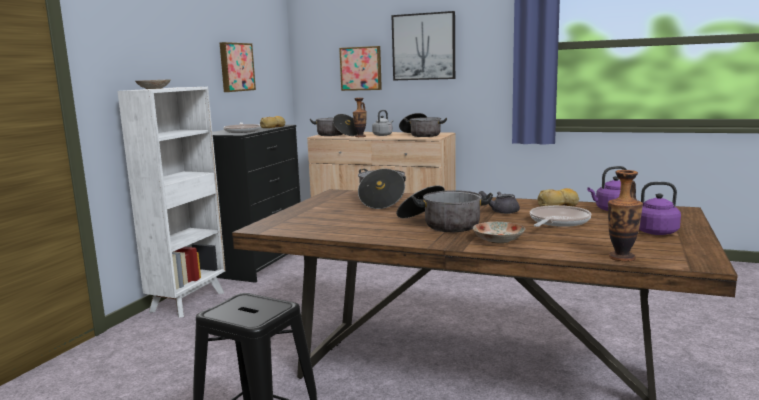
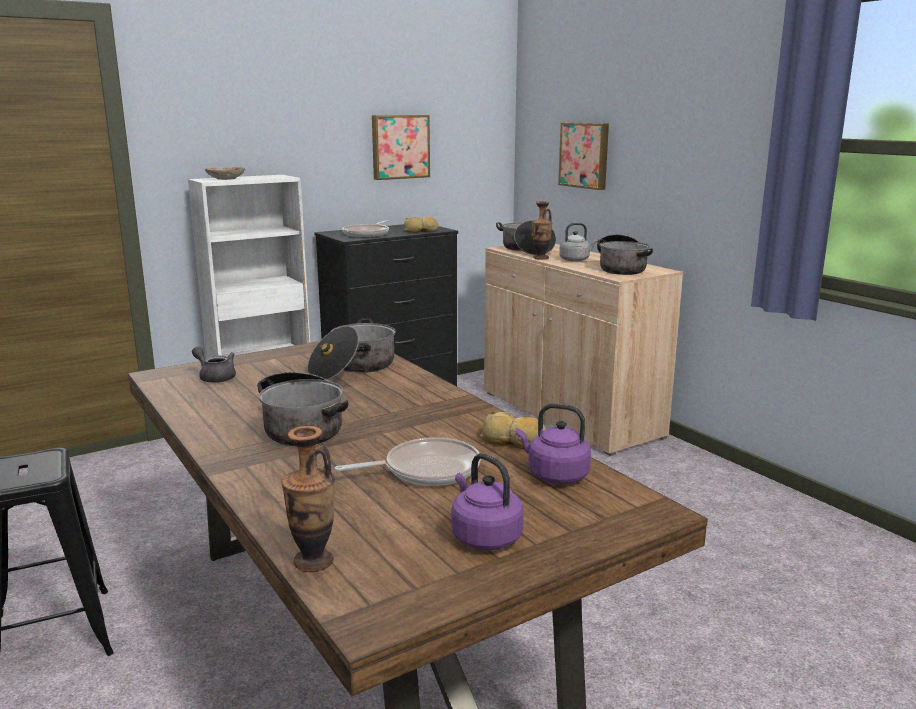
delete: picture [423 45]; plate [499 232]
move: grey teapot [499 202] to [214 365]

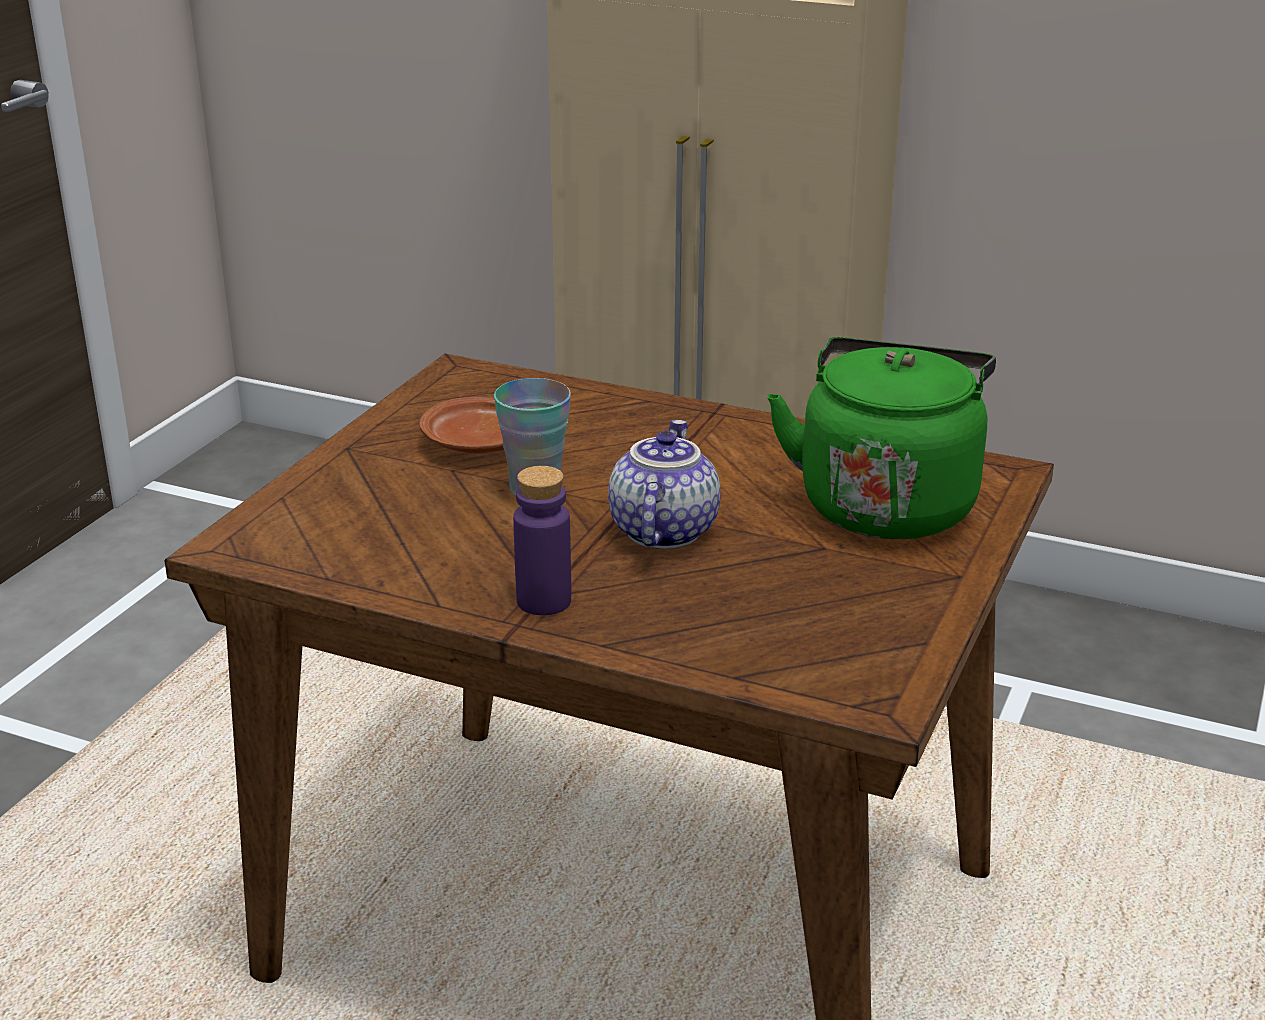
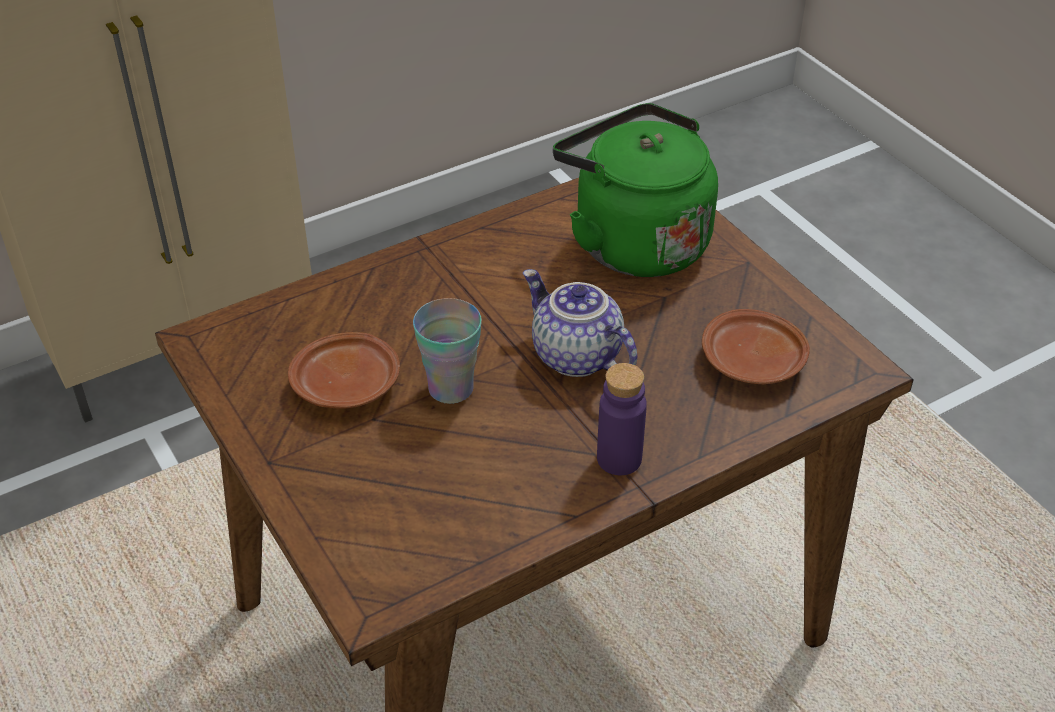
insert: brown plate [756 346]

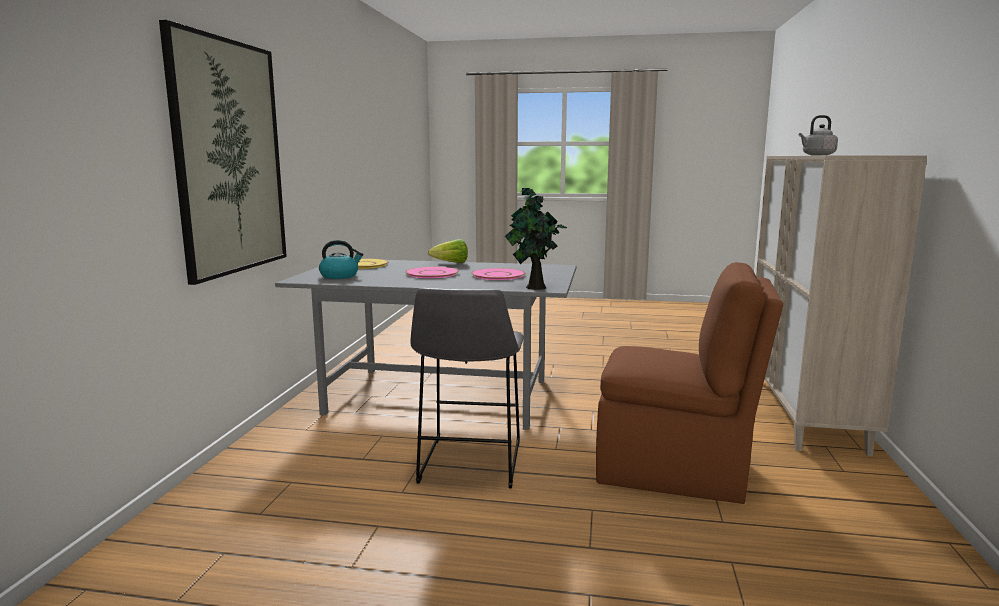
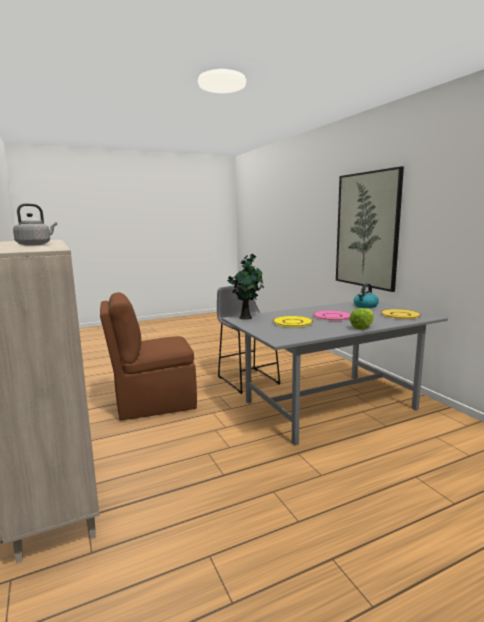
recolor: pink plate [498 274] to yellow plate [293 321]

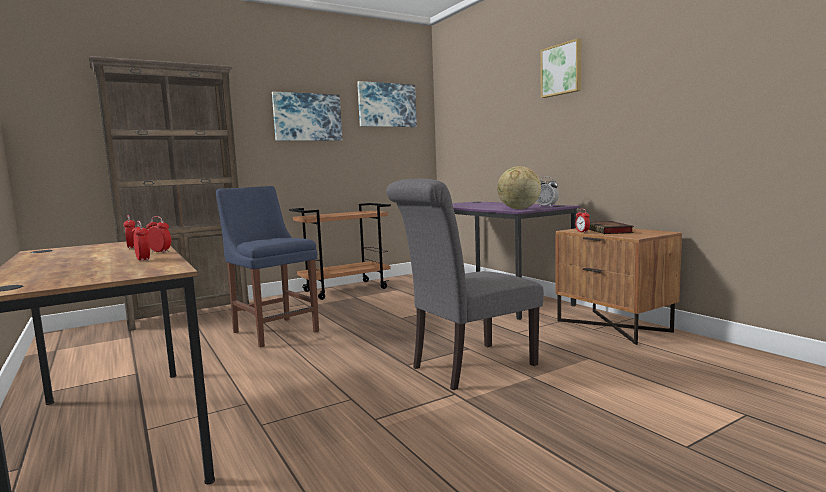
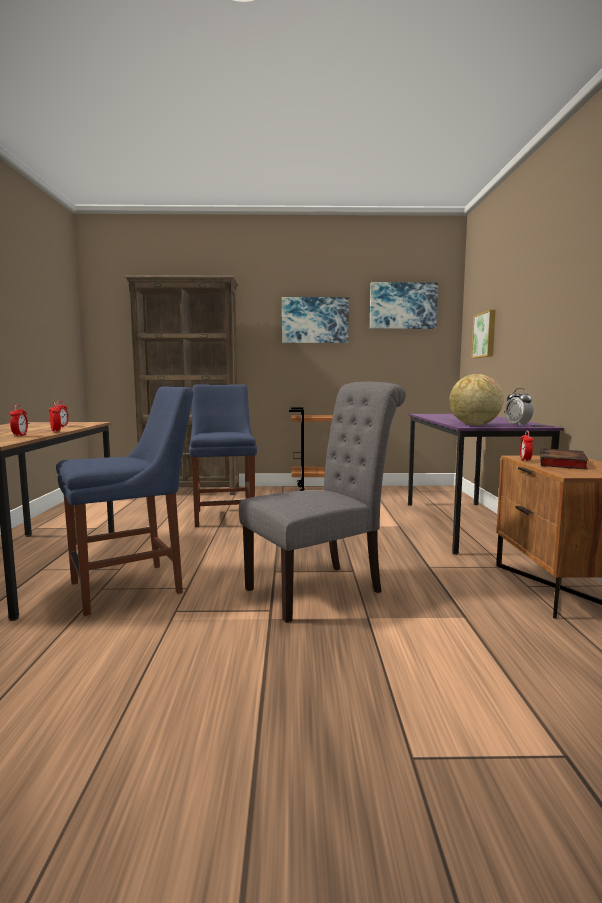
insert: blue chair [124 501]
move: picture [561 68] to [483 334]
rotate: grey chair [465 284] = [322 502] 150 degrees clockwise

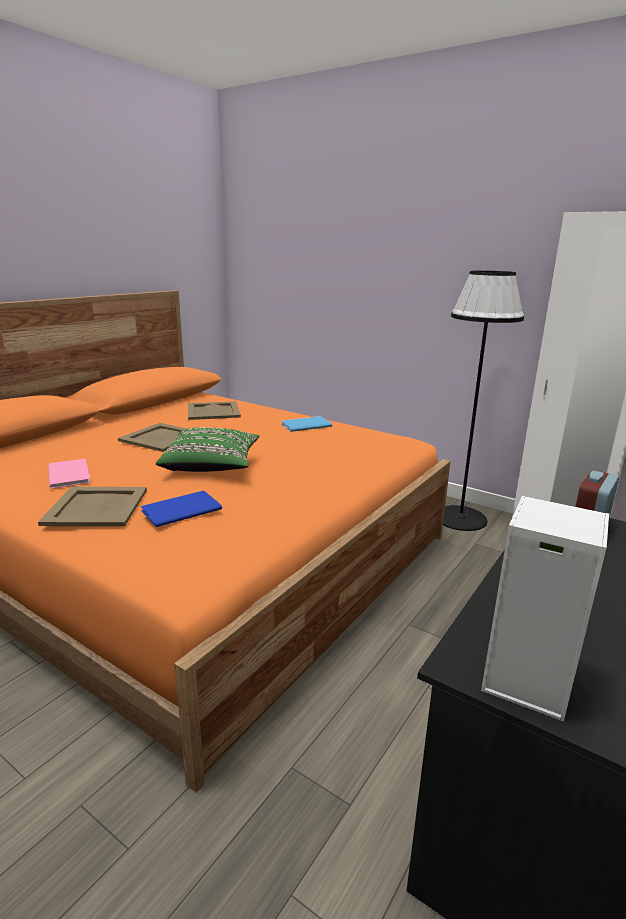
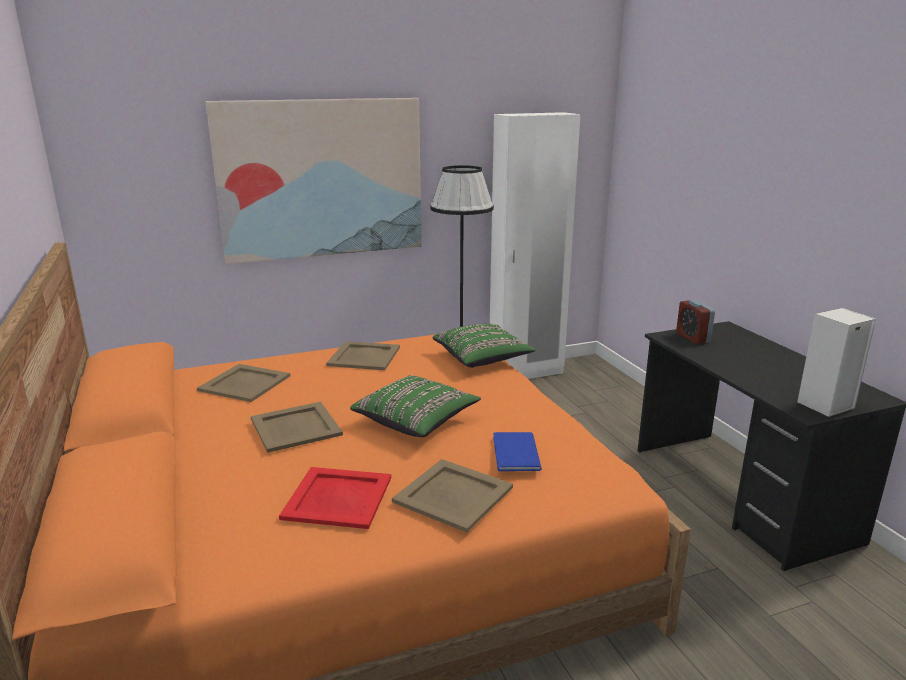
insert: picture [313 181]; green pillow [484 346]
replace: blue book [306 424] to beige tray [363 355]; pink book [69 474] to red tray [335 498]

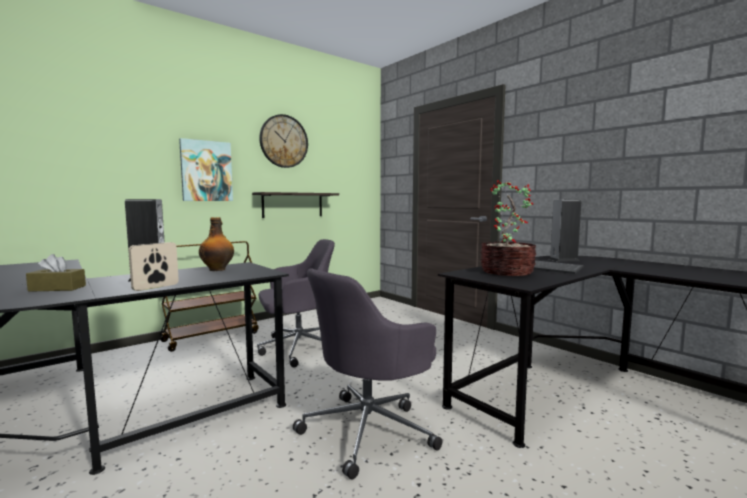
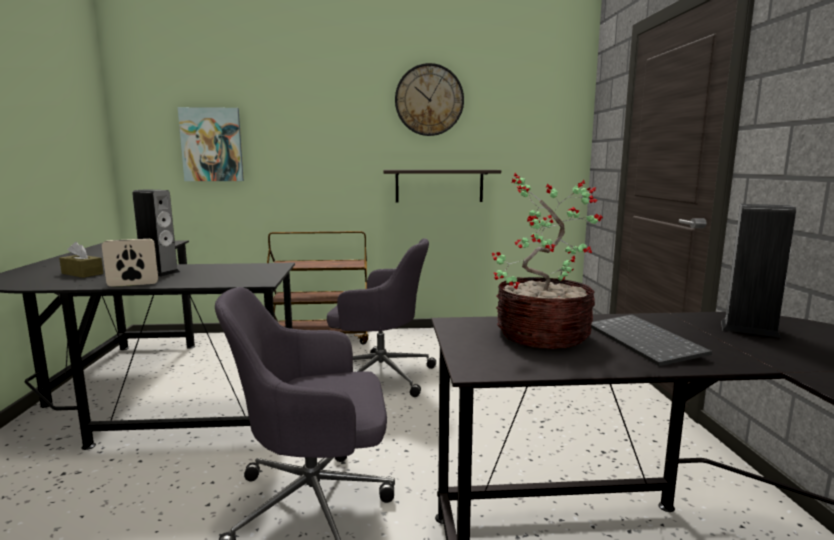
delete: bottle [216 244]
move: picture [206 169] to [211 144]

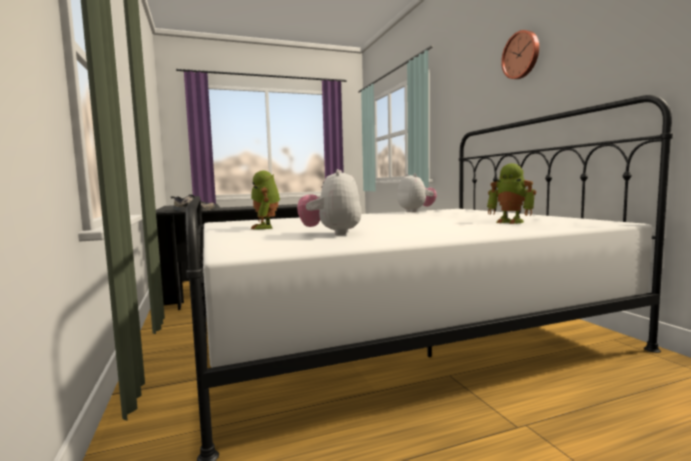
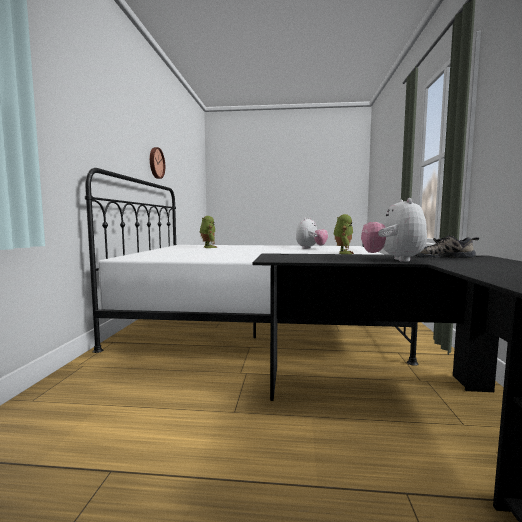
move: wall clock [520 54] to [157 163]; plush toy [417 192] to [394 230]

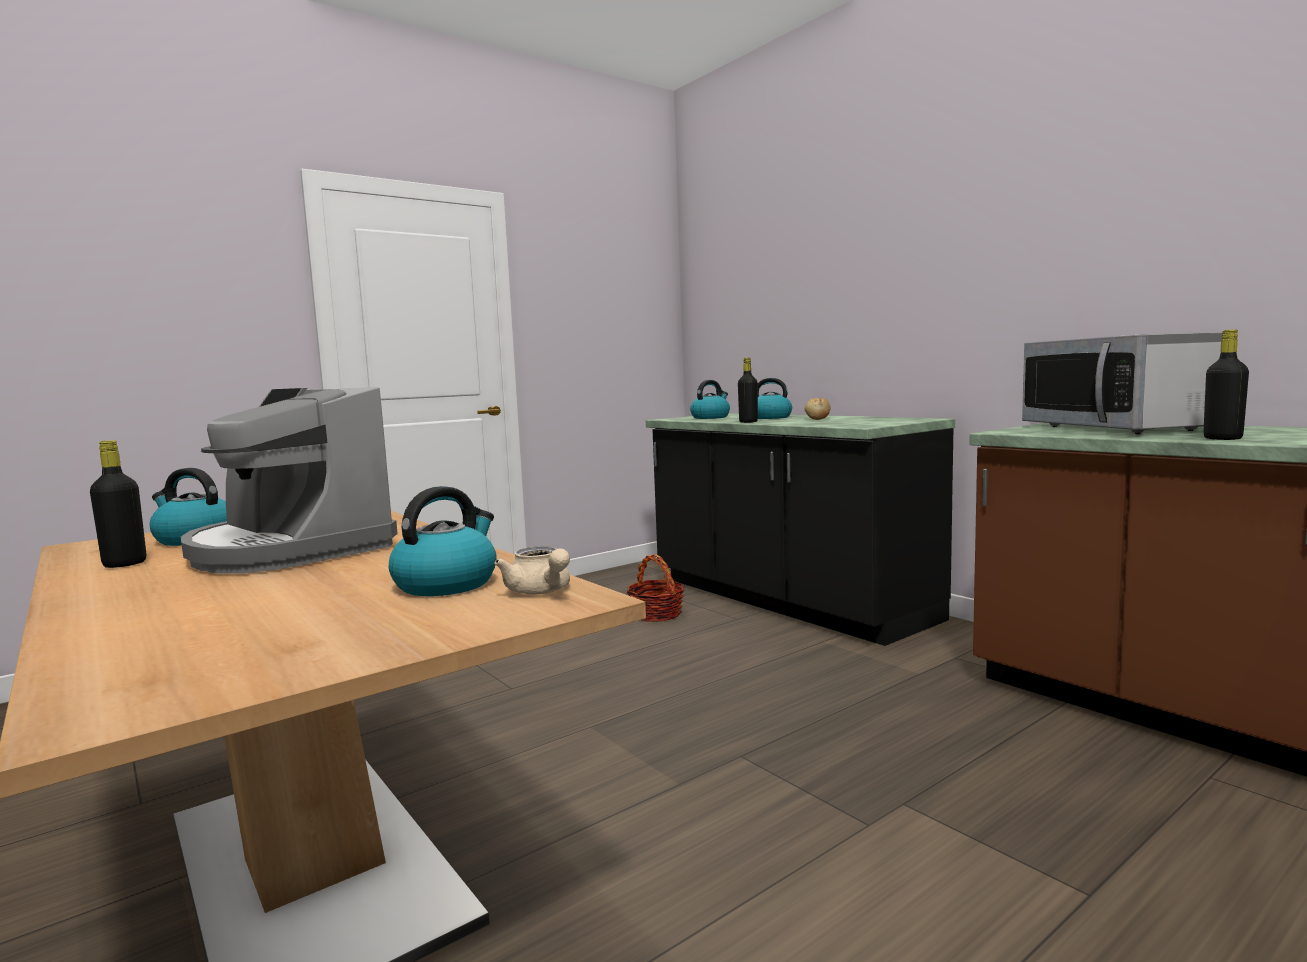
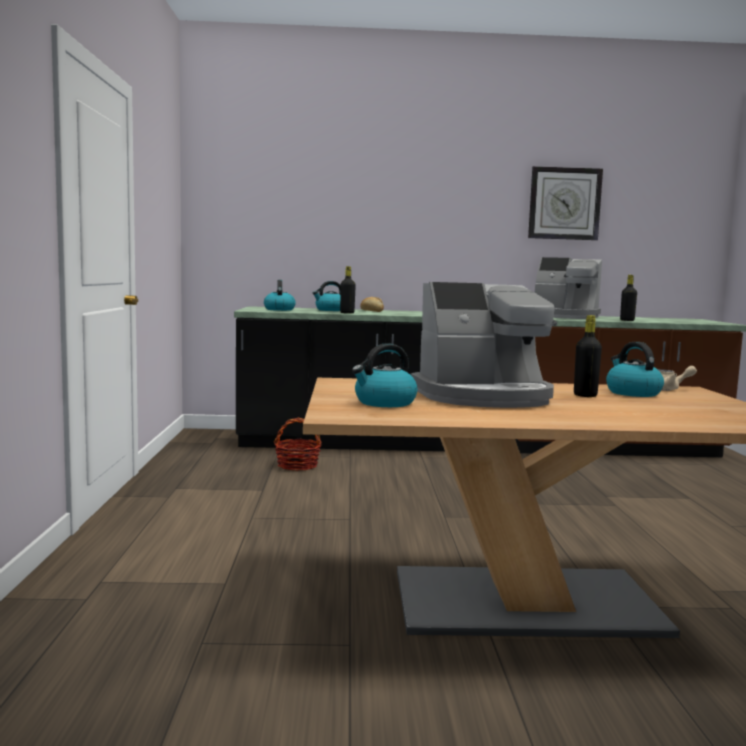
insert: wall clock [565 203]
move: black bottle [118 504] to [588 356]
replace: microwave [1122 383] to coffee machine [568 288]

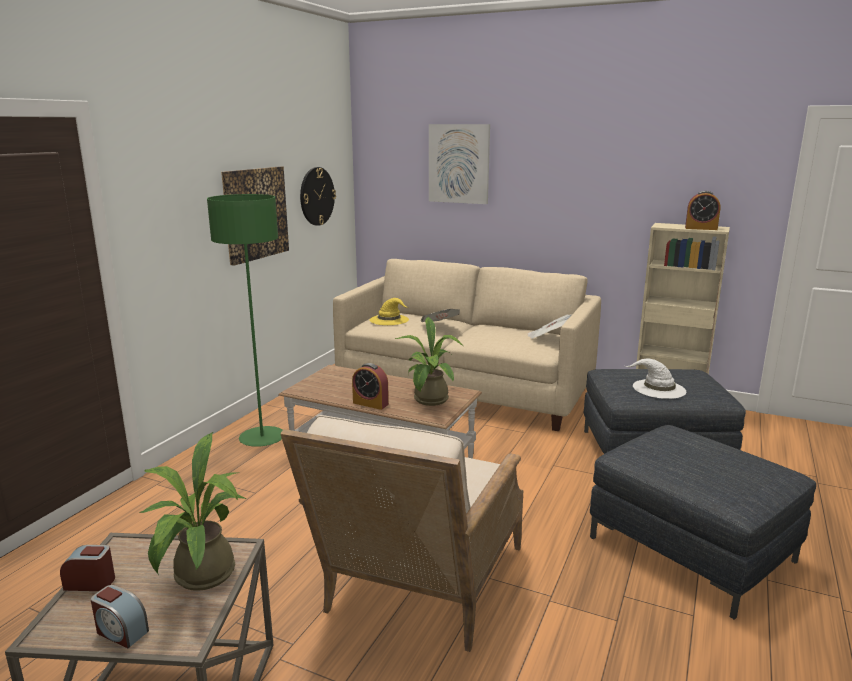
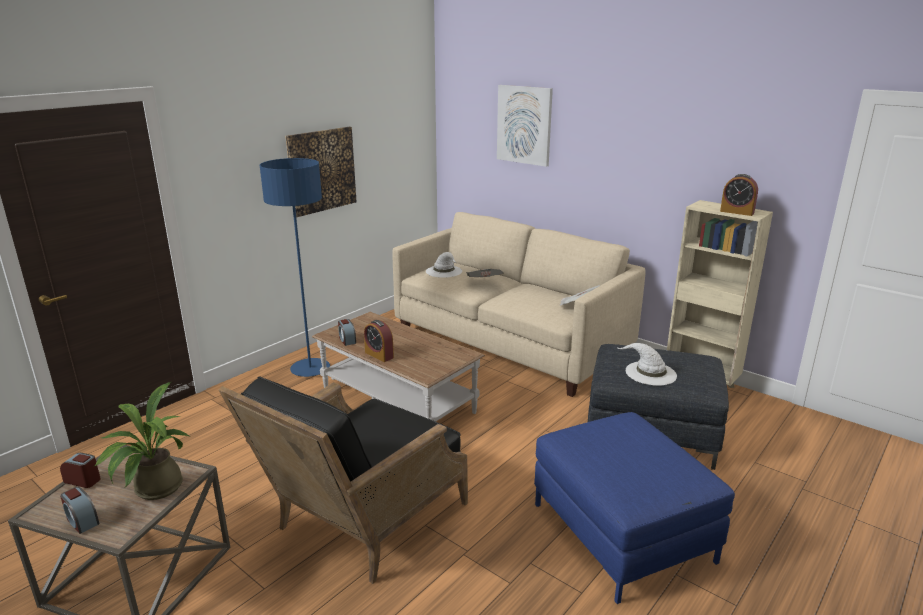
delete: wall clock [318 196]; potted plant [429 361]
insert: alarm clock [347 332]
recolor: green floor lamp [245 320] to blue floor lamp [295 267]; yellow hat [389 311] to white hat [444 265]; beige armchair [401 533] to black armchair [343 480]; grey ottoman [703 522] to blue ottoman [634 508]

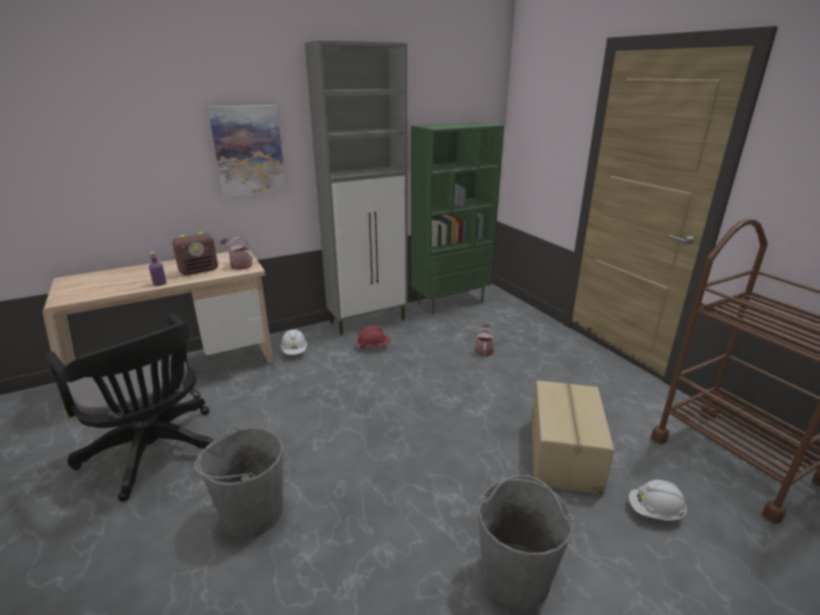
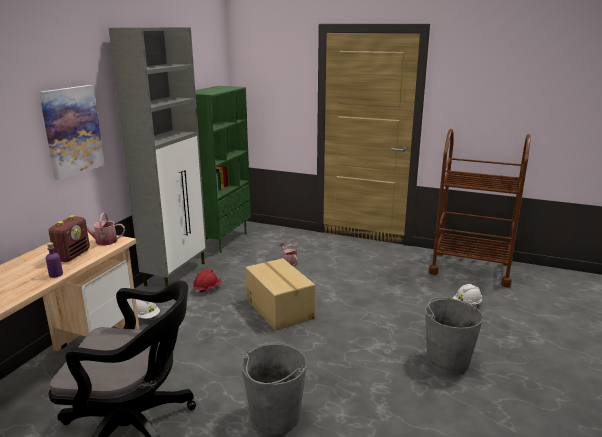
move: cardboard box [572 437] to [280 294]

